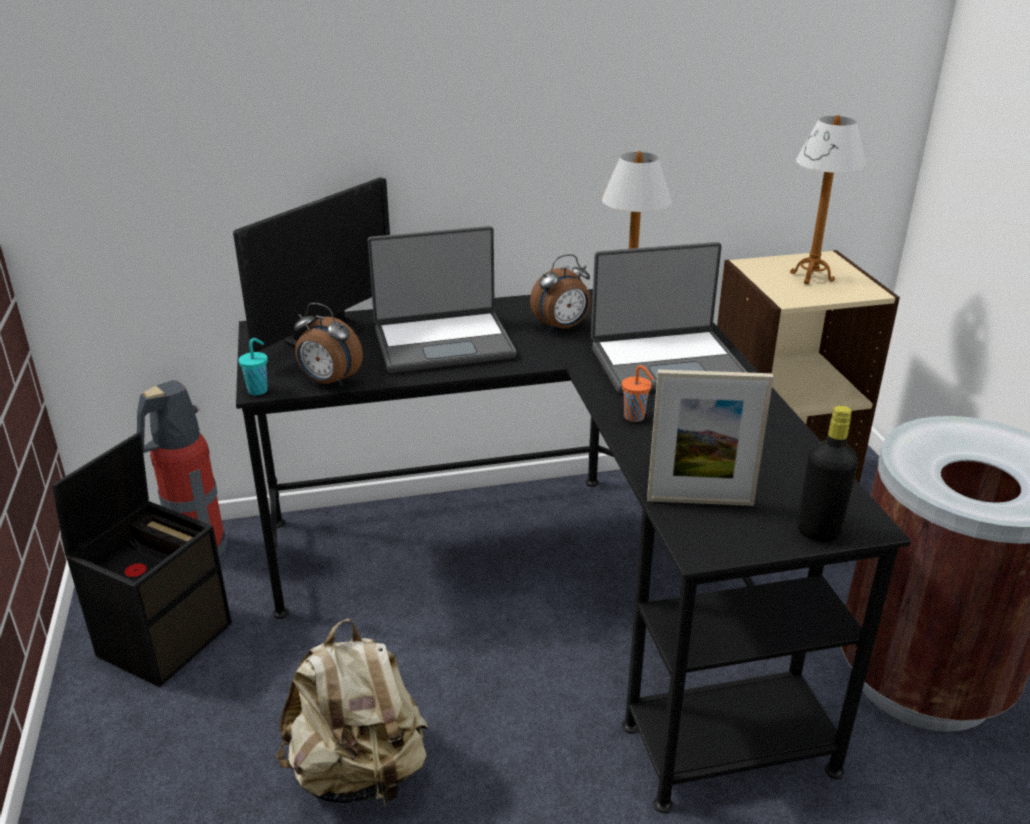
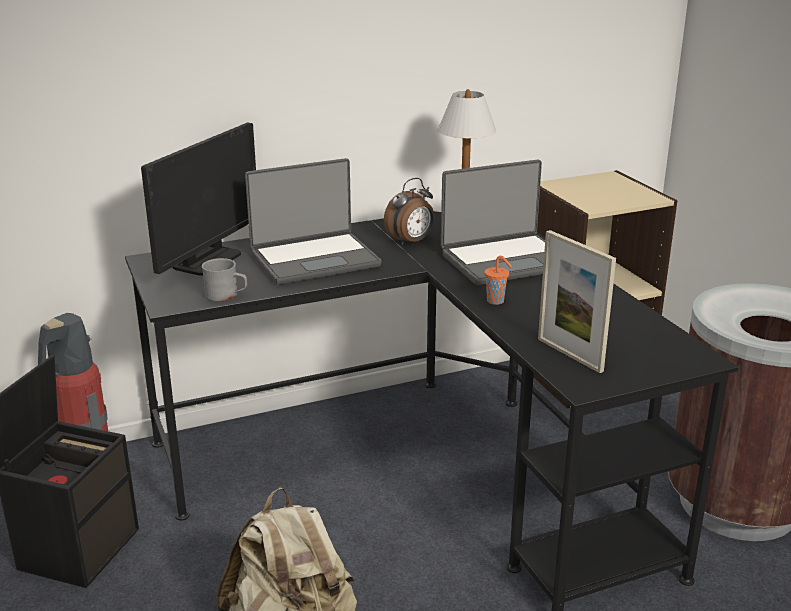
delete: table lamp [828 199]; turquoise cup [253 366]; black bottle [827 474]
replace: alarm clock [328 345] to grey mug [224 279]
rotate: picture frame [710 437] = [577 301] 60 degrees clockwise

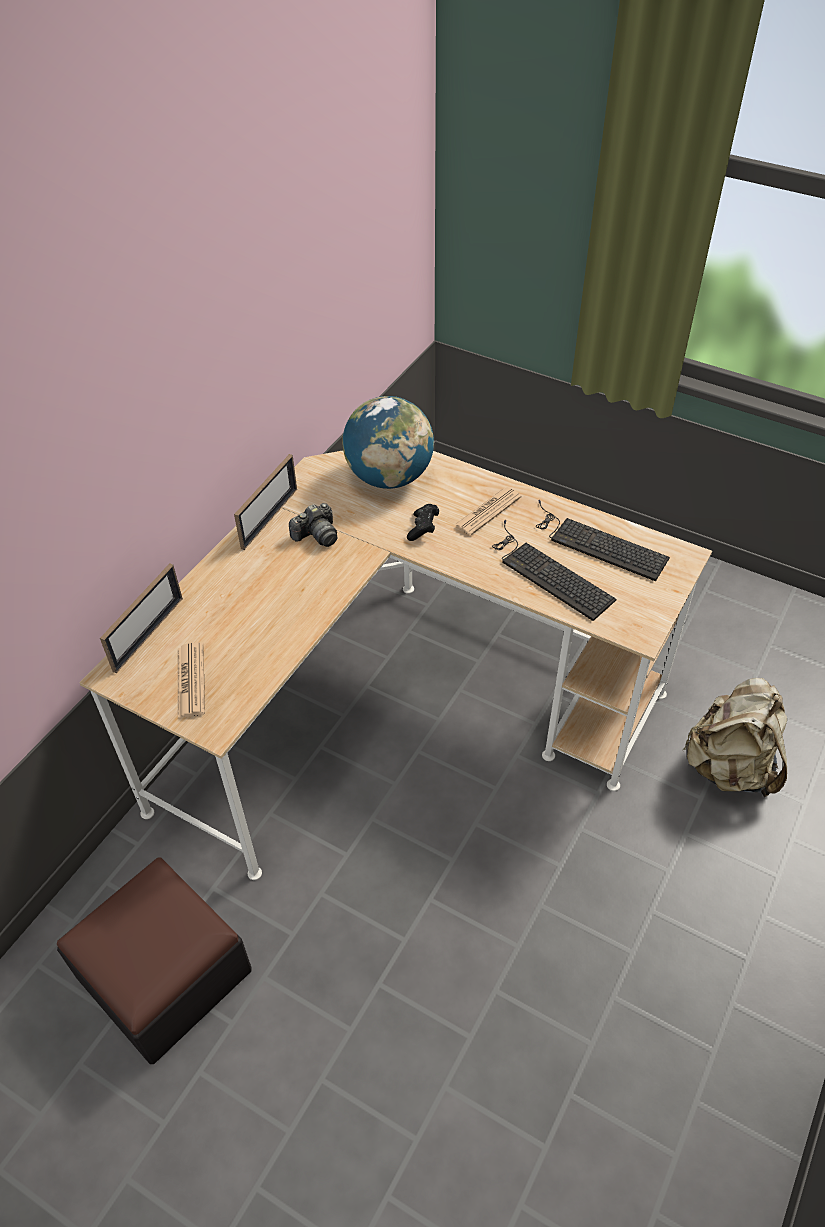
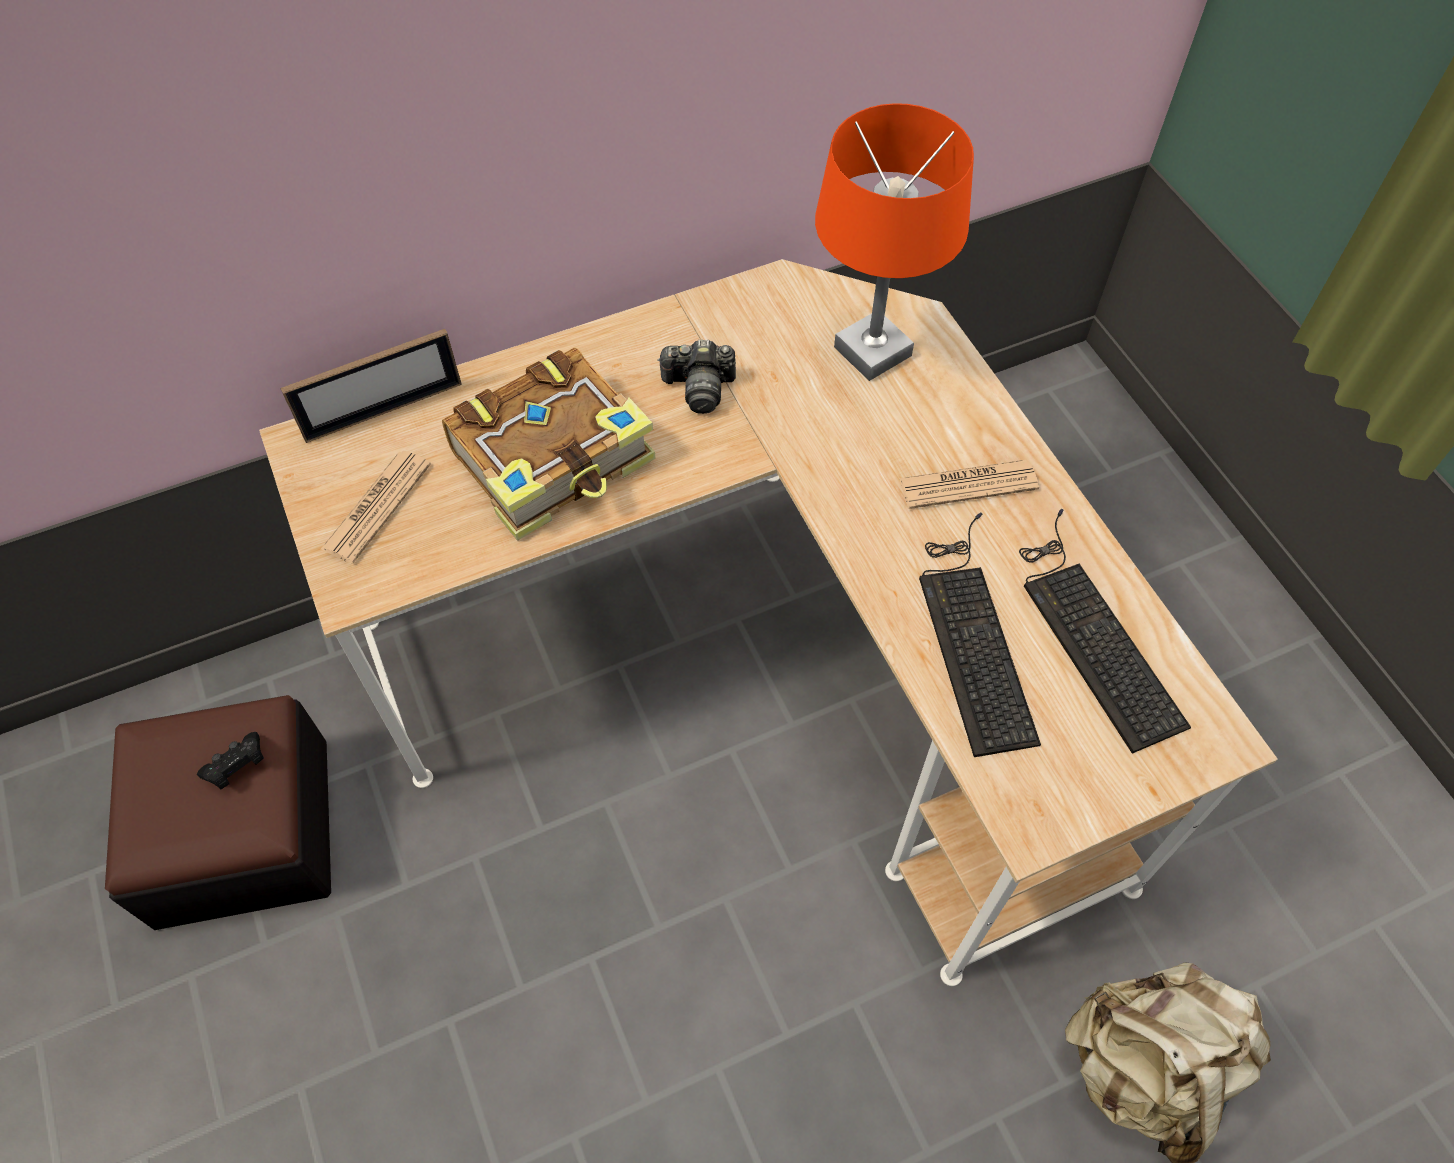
delete: picture frame [265 502]
insert: book [549 444]
move: black game controller [423 522] to [230 760]
replace: globe [388 442] to orange table lamp [894 242]

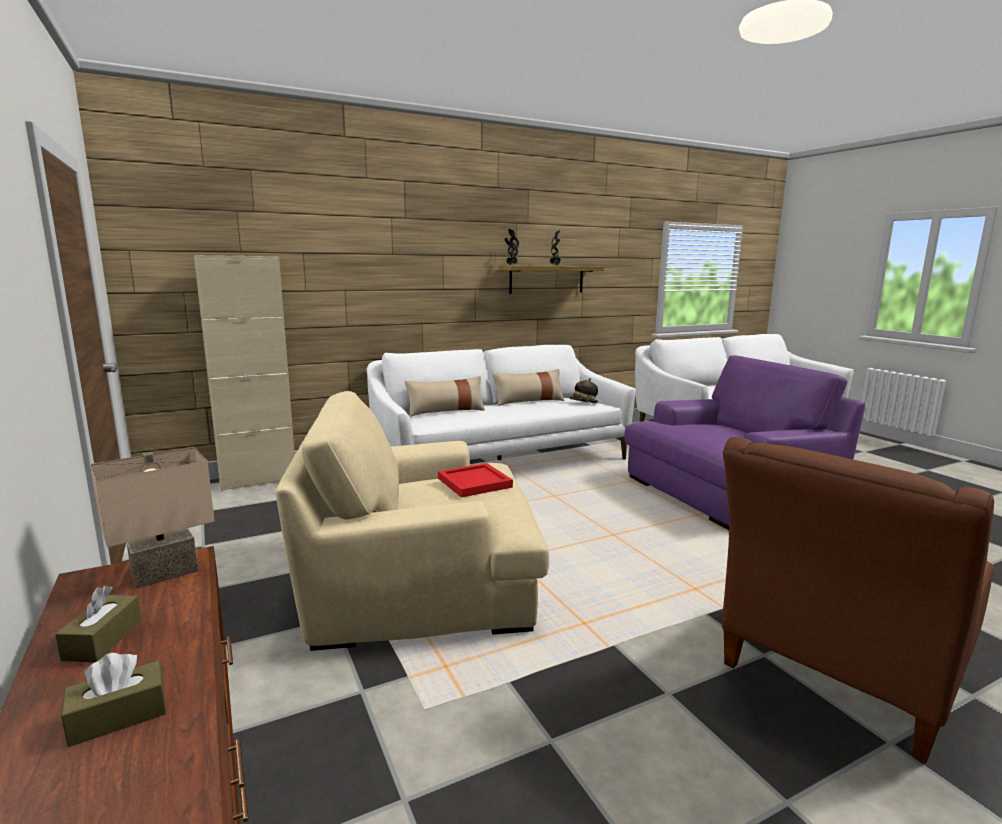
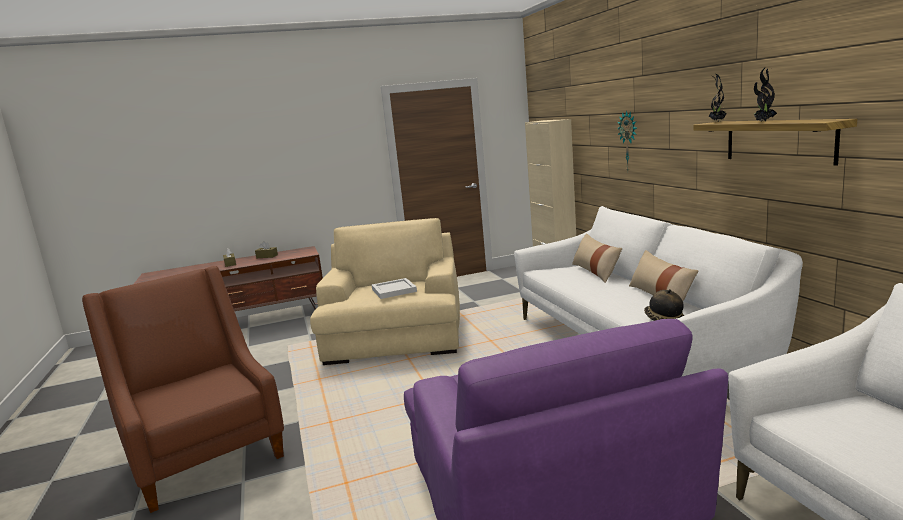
delete: beige table lamp [152 518]
insert: wall clock [627 141]
recolor: red tray [475 480] to white tray [394 288]

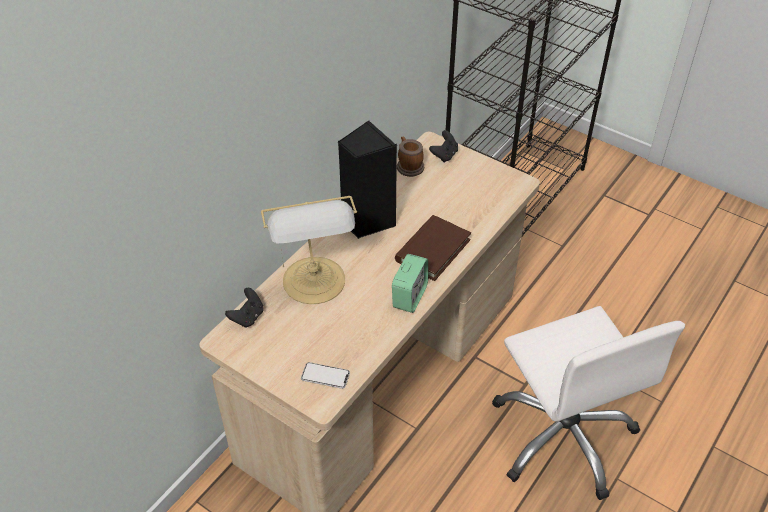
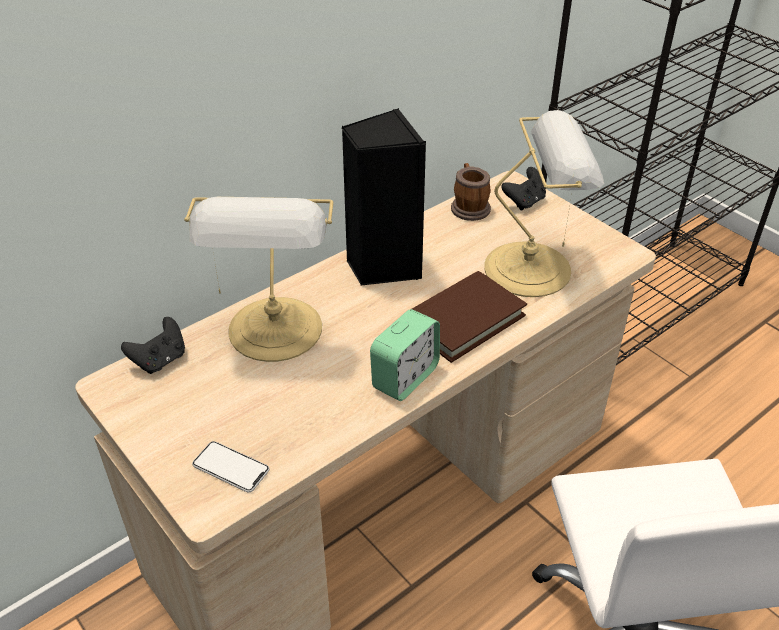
insert: table lamp [544 203]

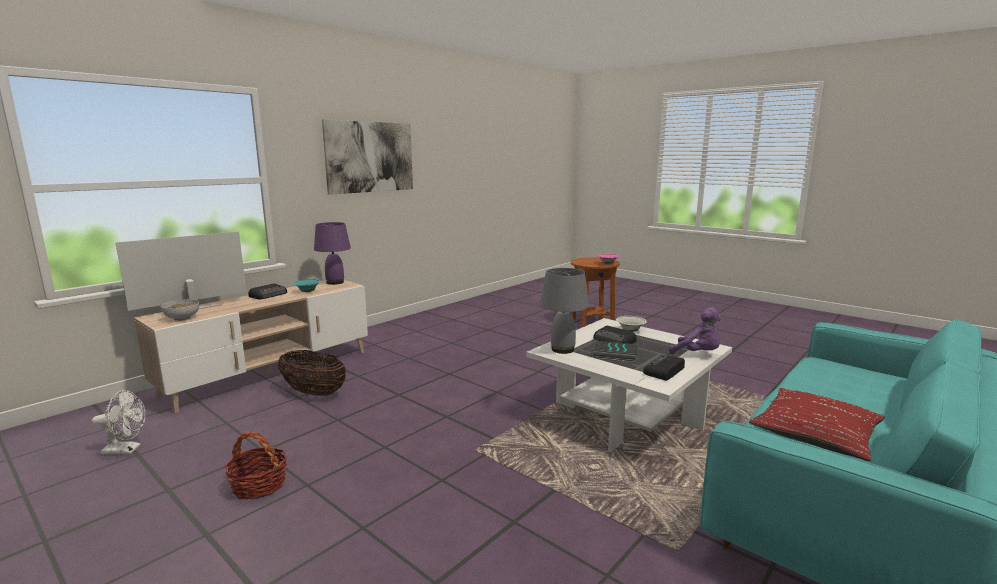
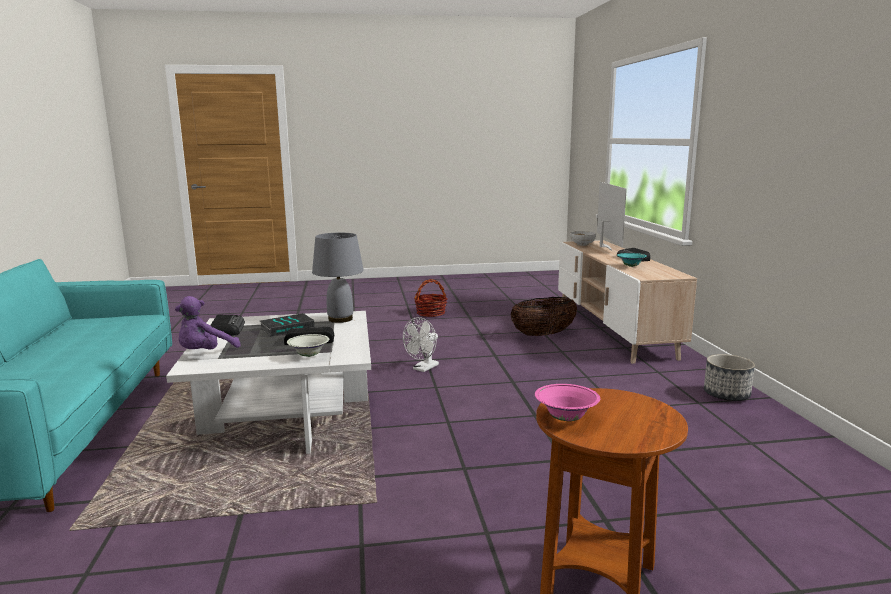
delete: picture [367 157]; purple table lamp [332 253]; red pillow [817 424]
insert: planter [729 377]
move: white fan [119 422] to [421 344]
rotate: purple plush toy [695 330] = [207 322] 45 degrees counterclockwise

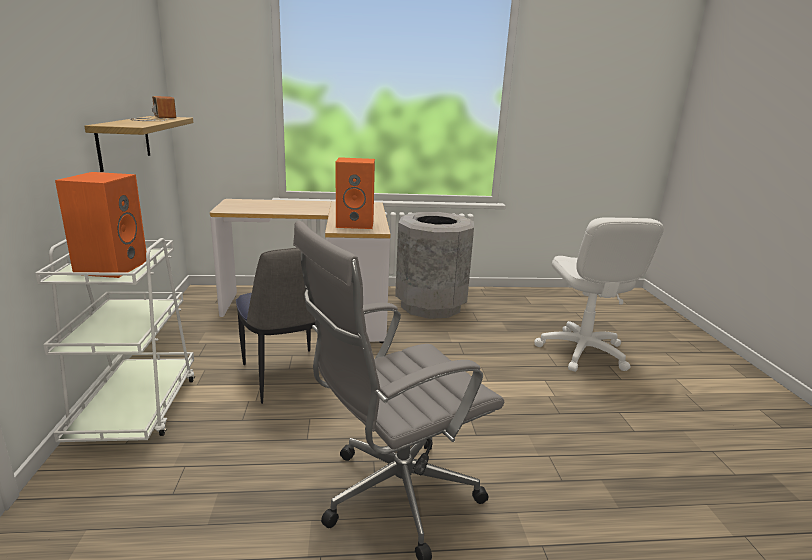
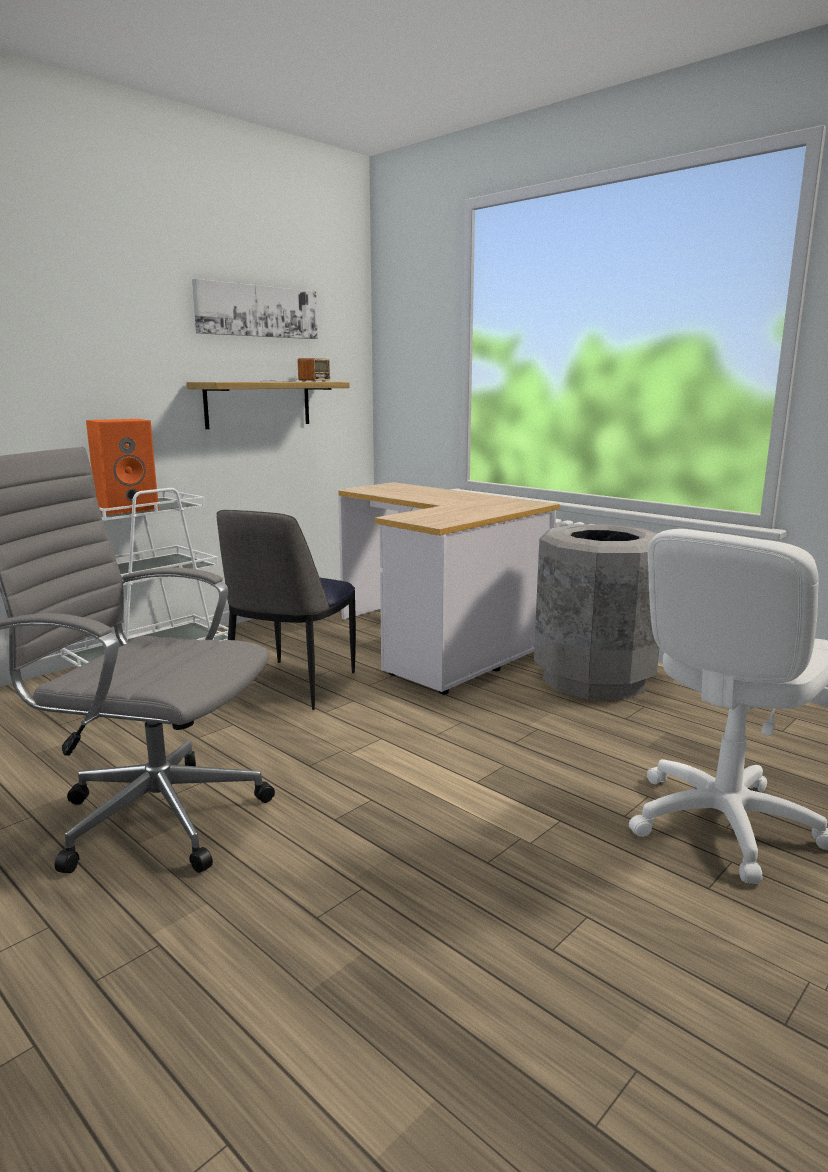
delete: orange speaker [355 193]
insert: picture [255 309]

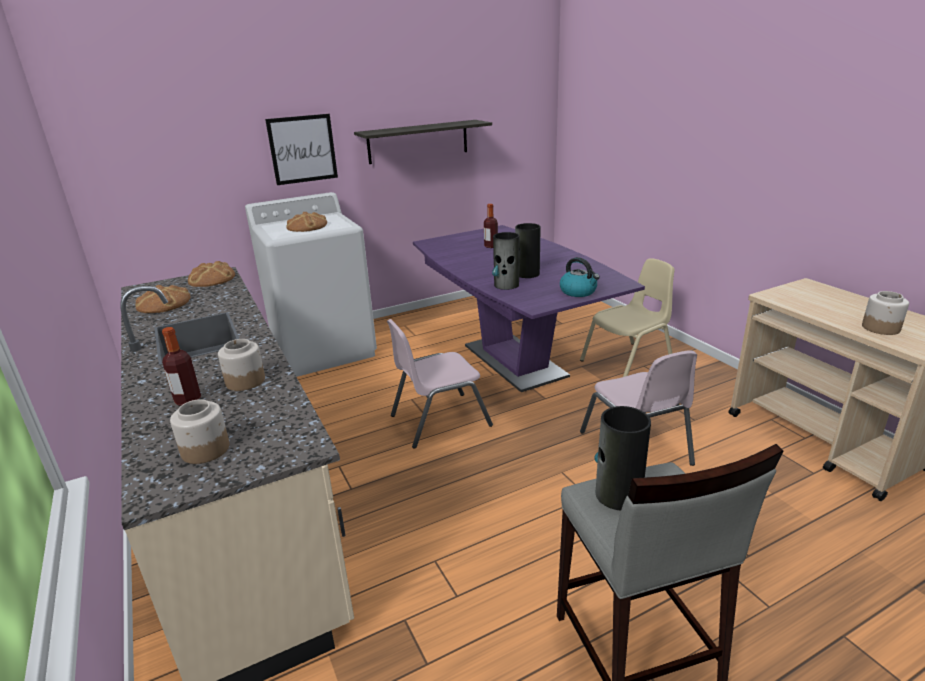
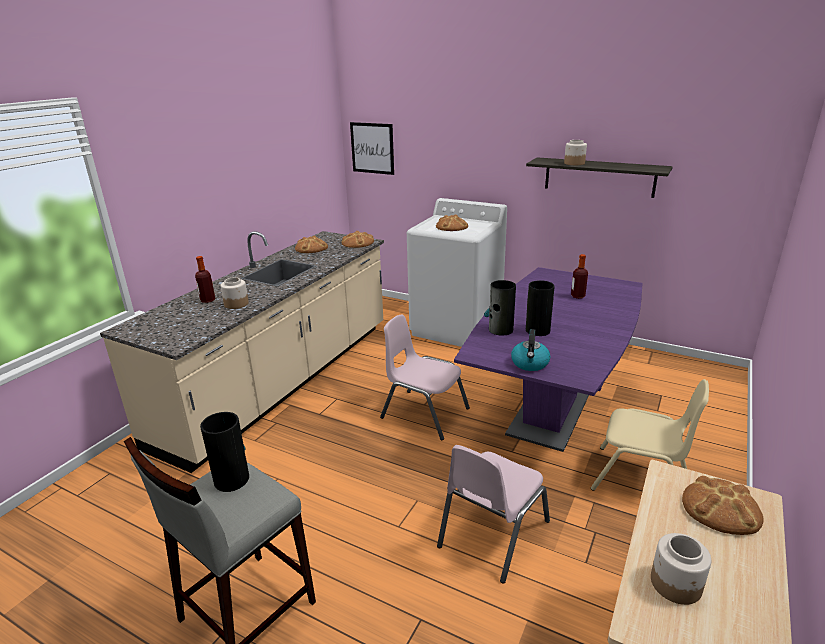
insert: bread [723 505]
move: picture [301 149] to [372 148]; jar [200 431] to [575 152]

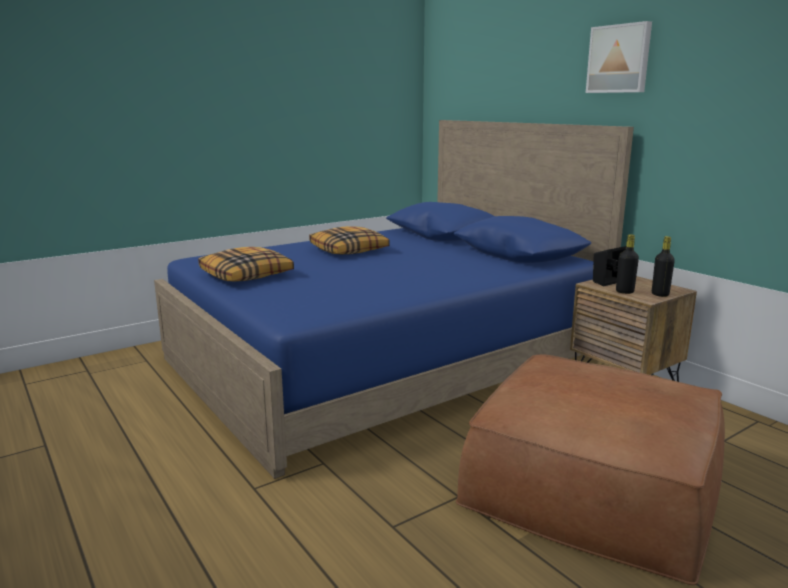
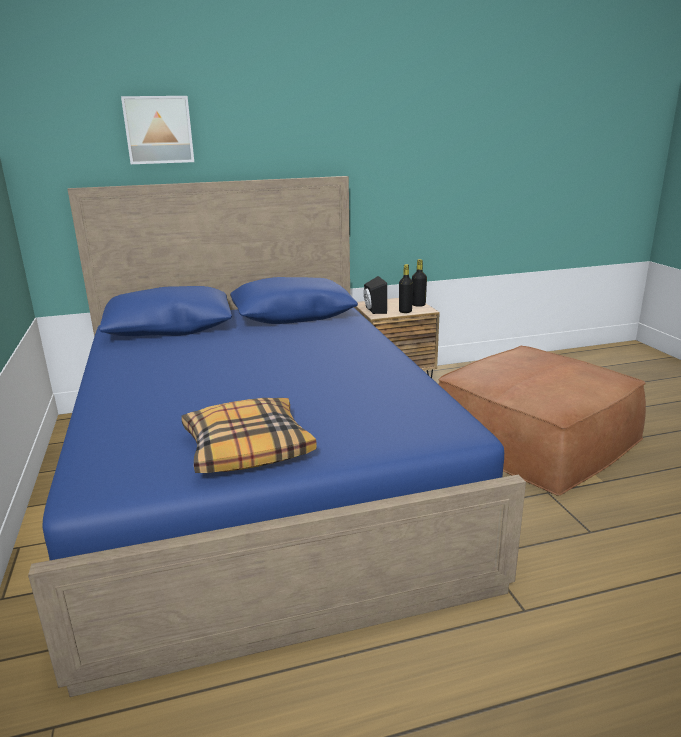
delete: pillow [349 240]
move: picture [619 57] to [157 130]

